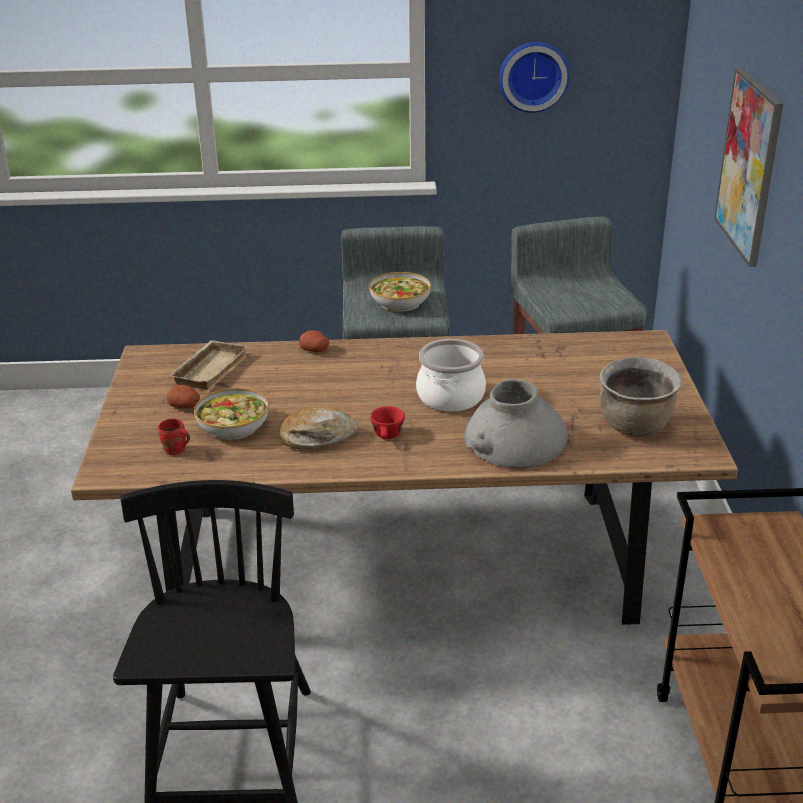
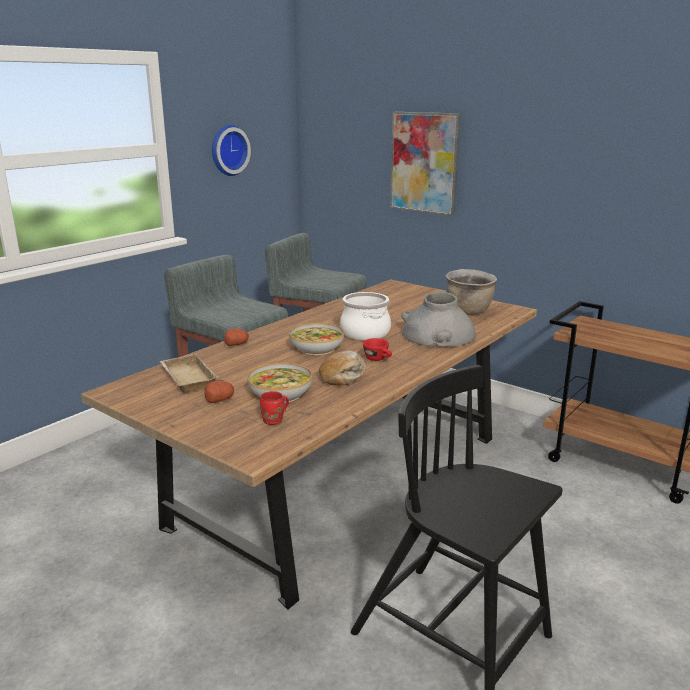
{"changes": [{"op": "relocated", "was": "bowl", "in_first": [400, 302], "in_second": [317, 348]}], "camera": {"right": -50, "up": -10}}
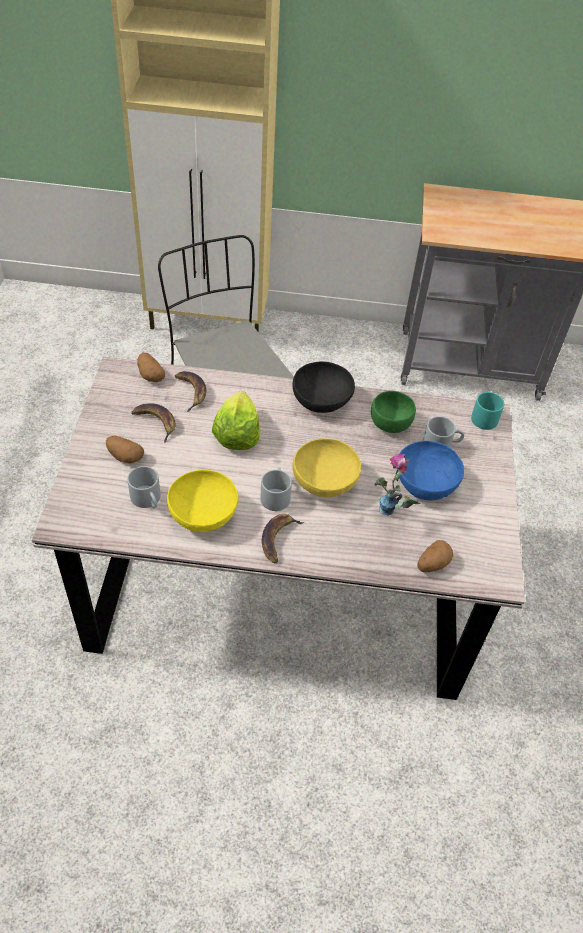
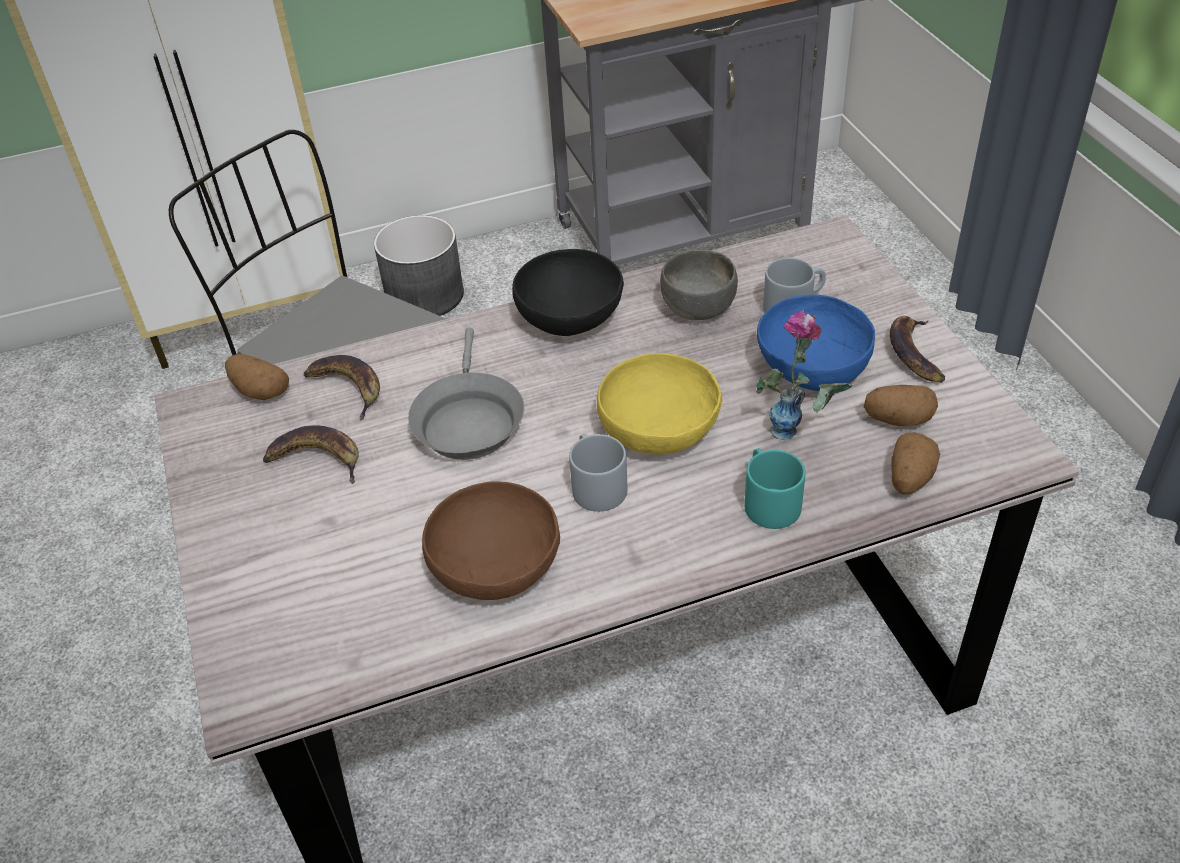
{"changes": [{"op": "appeared", "now": "grey planter", "in_second": [425, 295]}, {"op": "exchanged", "was": "lettuce", "now": "grey frying pan", "in_first": [236, 434], "in_second": [468, 421]}, {"op": "colour", "was": "yellow bowl", "now": "brown bowl", "in_first": [204, 514], "in_second": [497, 566]}, {"op": "colour", "was": "green bowl", "now": "grey bowl", "in_first": [391, 423], "in_second": [699, 307]}, {"op": "relocated", "was": "turquoise mug", "in_first": [483, 416], "in_second": [767, 500]}, {"op": "relocated", "was": "potato", "in_first": [124, 456], "in_second": [898, 419]}, {"op": "relocated", "was": "banana", "in_first": [278, 538], "in_second": [914, 353]}, {"op": "missing", "was": "grey mug", "in_first": [148, 499]}], "camera": {"right": -20, "up": -5}}
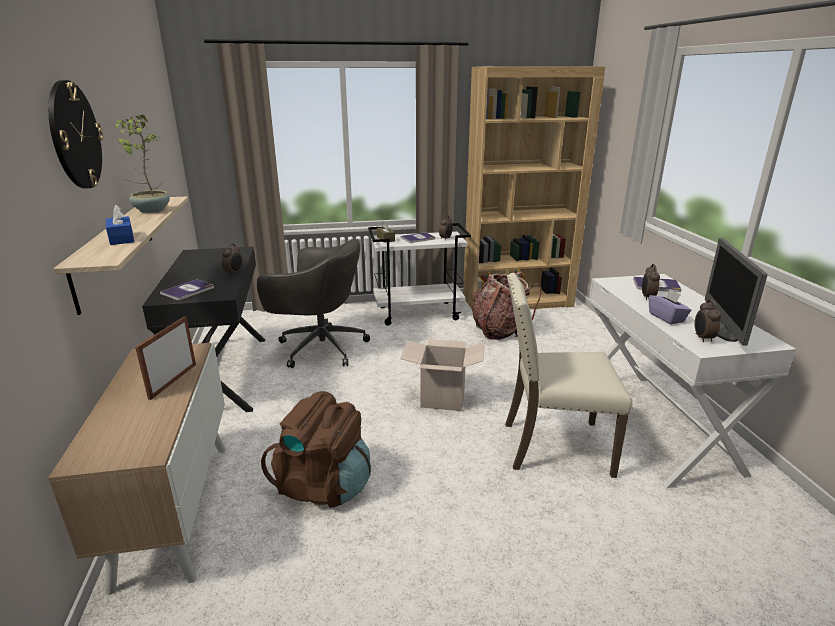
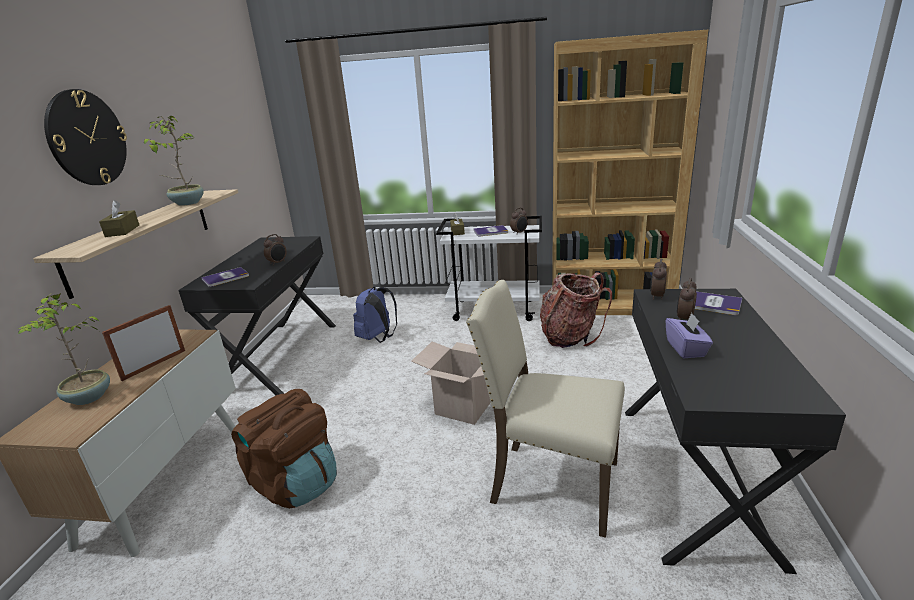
{"changes": [{"op": "appeared", "now": "potted plant", "in_second": [89, 398]}, {"op": "colour", "was": "blue tissue box", "now": "brown tissue box", "in_first": [121, 238], "in_second": [122, 231]}, {"op": "exchanged", "was": "grey office chair", "now": "blue backpack", "in_first": [319, 347], "in_second": [378, 338]}, {"op": "colour", "was": "white desk", "now": "black desk", "in_first": [654, 424], "in_second": [695, 477]}, {"op": "relocated", "was": "alarm clock", "in_first": [702, 338], "in_second": [656, 296]}, {"op": "missing", "was": "monitor", "in_first": [722, 329]}], "camera": {"right": 20, "up": 0}}
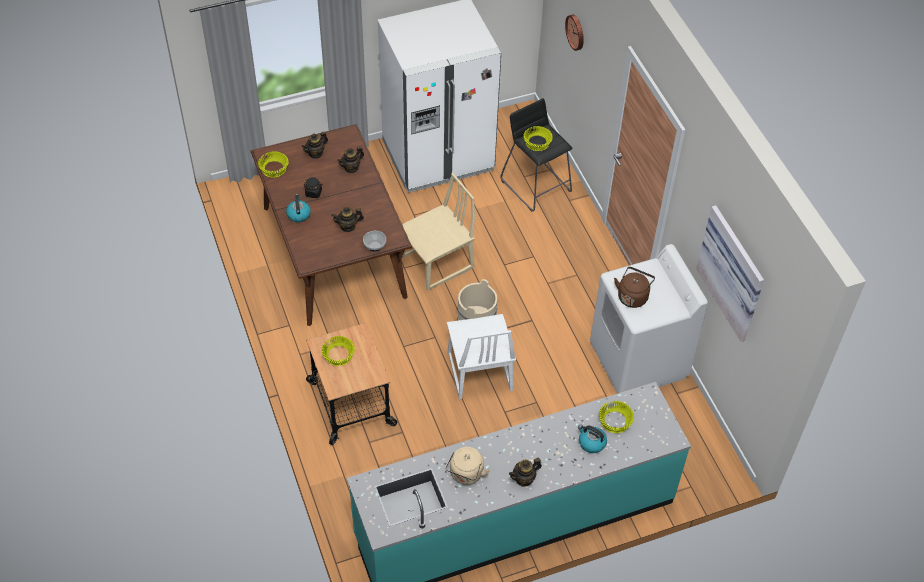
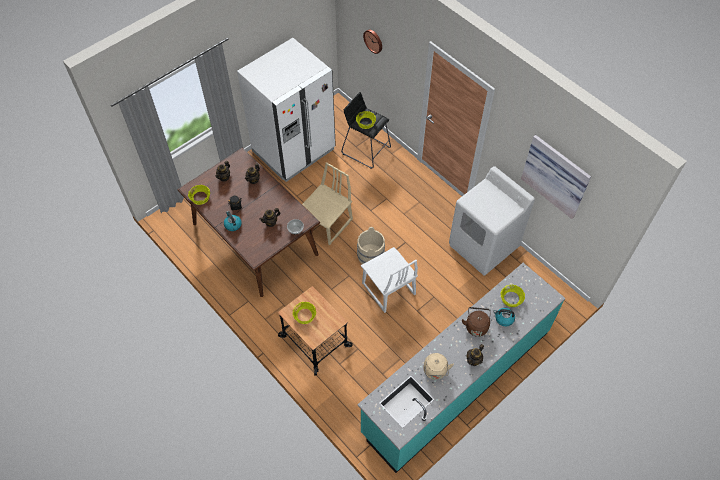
{"changes": [{"op": "relocated", "was": "brown kettle", "in_first": [633, 296], "in_second": [476, 326]}], "camera": {"right": -20, "up": 5}}
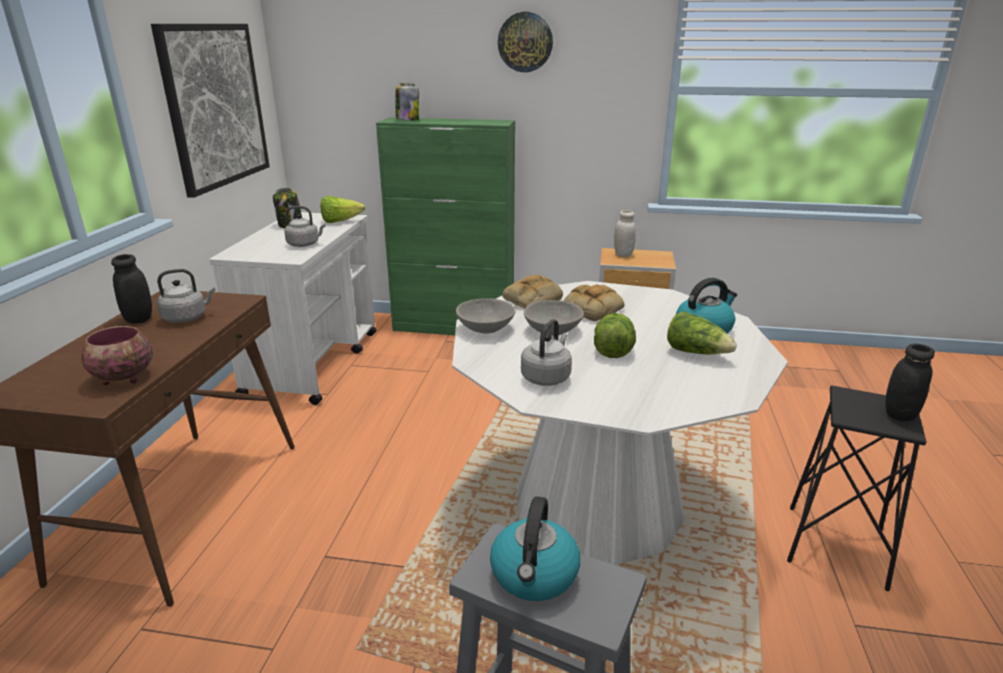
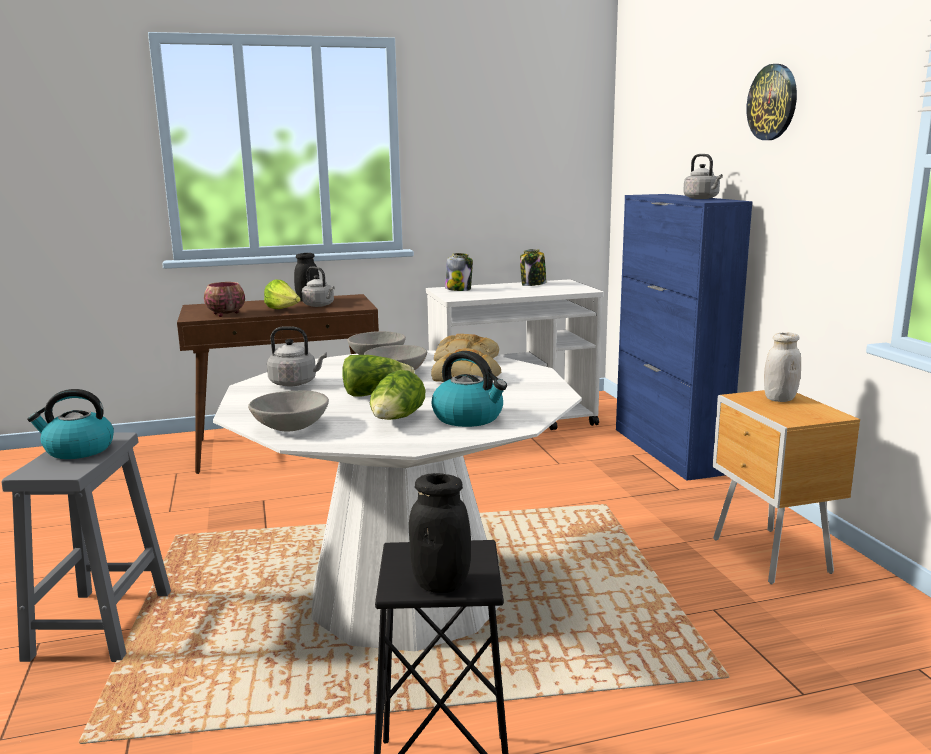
{"changes": [{"op": "appeared", "now": "grey bowl", "in_second": [290, 427]}, {"op": "relocated", "was": "lettuce", "in_first": [340, 221], "in_second": [284, 310]}, {"op": "relocated", "was": "jar", "in_first": [407, 120], "in_second": [458, 289]}, {"op": "colour", "was": "green cabinet", "now": "blue cabinet", "in_first": [454, 327], "in_second": [668, 451]}, {"op": "relocated", "was": "grey kettle", "in_first": [305, 244], "in_second": [702, 198]}, {"op": "missing", "was": "picture", "in_first": [215, 106]}], "camera": {"right": 65, "up": -10}}
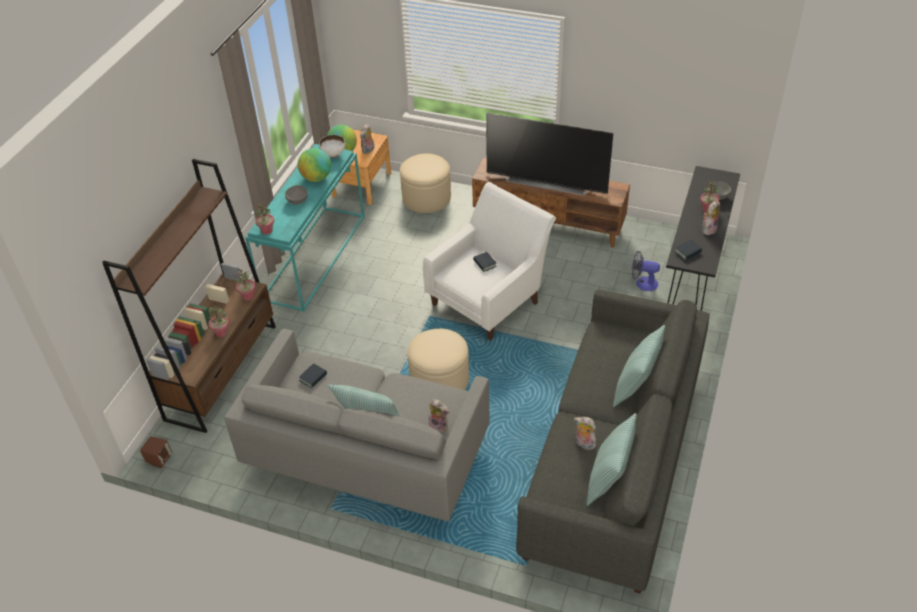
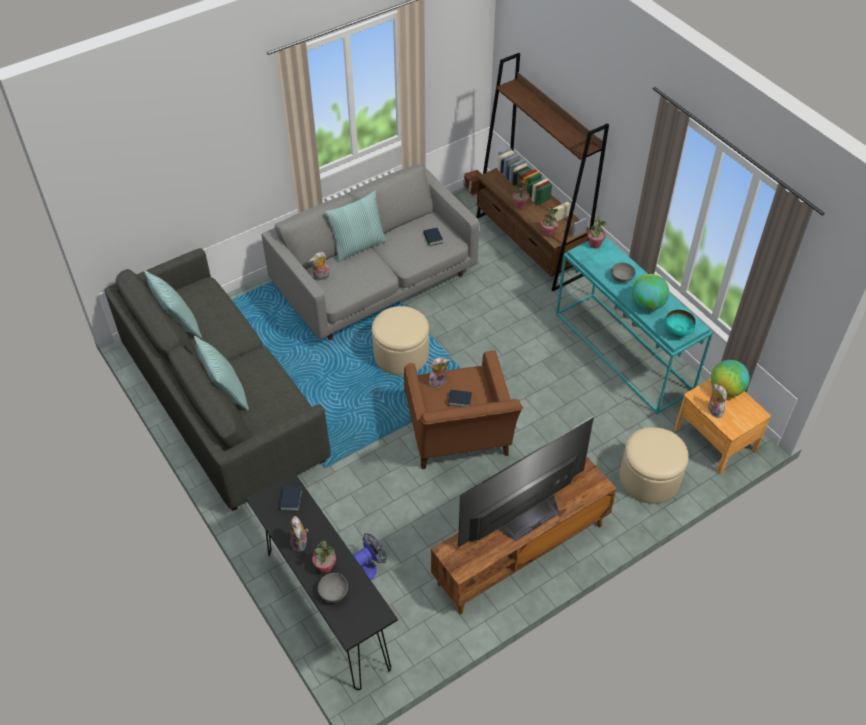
{"changes": [{"op": "colour", "was": "white armchair", "now": "brown armchair", "in_first": [489, 298], "in_second": [459, 438]}, {"op": "relocated", "was": "plush toy", "in_first": [583, 444], "in_second": [438, 381]}, {"op": "colour", "was": "white bowl", "now": "turquoise bowl", "in_first": [333, 155], "in_second": [677, 332]}], "camera": {"right": 125, "up": 5}}
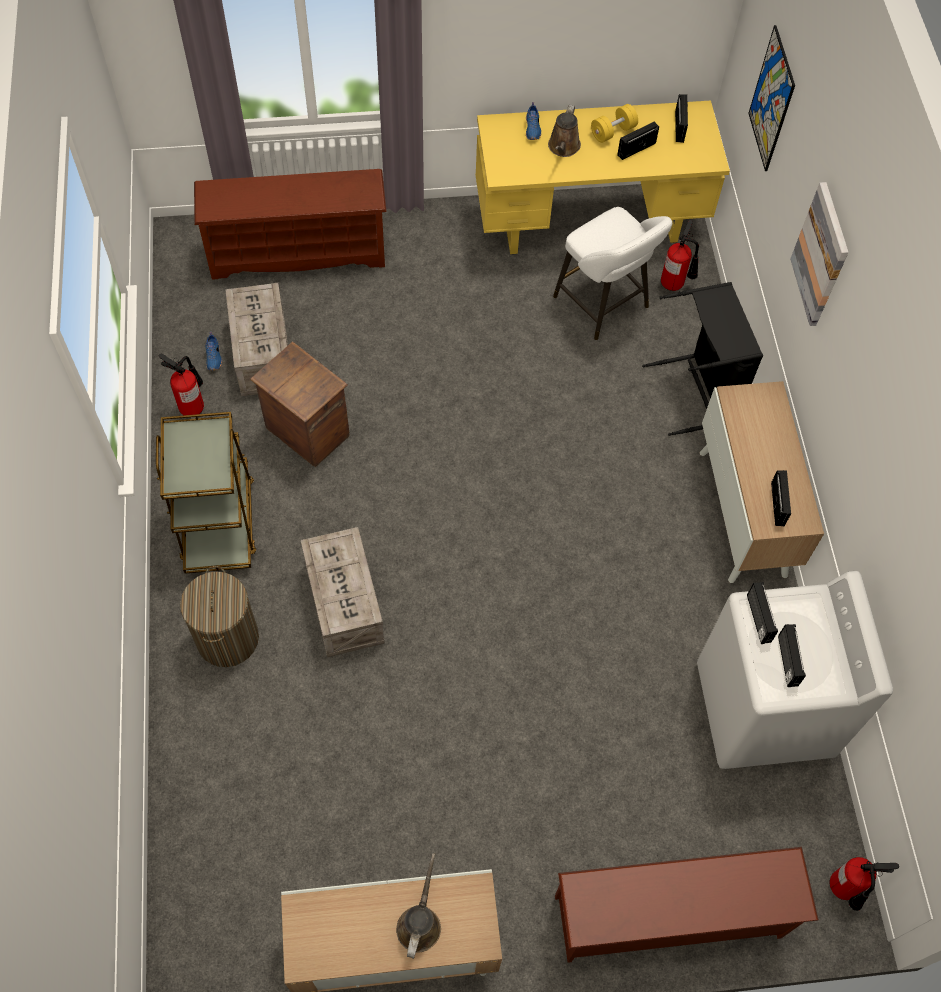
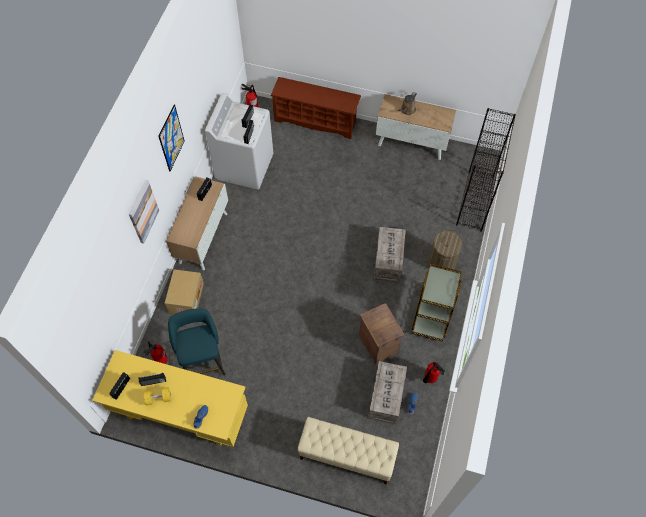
{"changes": [{"op": "relocated", "was": "picture", "in_first": [771, 100], "in_second": [171, 138]}, {"op": "exchanged", "was": "black laundry basket", "now": "cardboard box", "in_first": [699, 392], "in_second": [185, 297]}, {"op": "colour", "was": "white stool", "now": "turquoise stool", "in_first": [604, 305], "in_second": [202, 360]}, {"op": "exchanged", "was": "brown shoe rack", "now": "beige bench", "in_first": [298, 252], "in_second": [347, 456]}, {"op": "appeared", "now": "black bookcase", "in_second": [475, 201]}, {"op": "missing", "was": "brown watering can", "in_first": [563, 147]}], "camera": {"right": -155, "up": 0}}
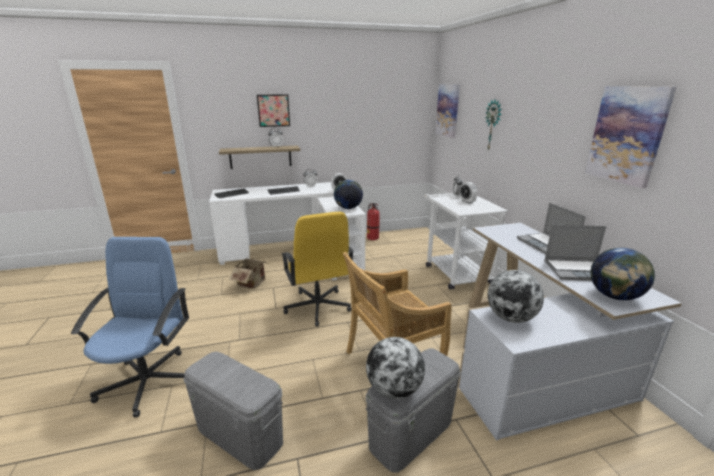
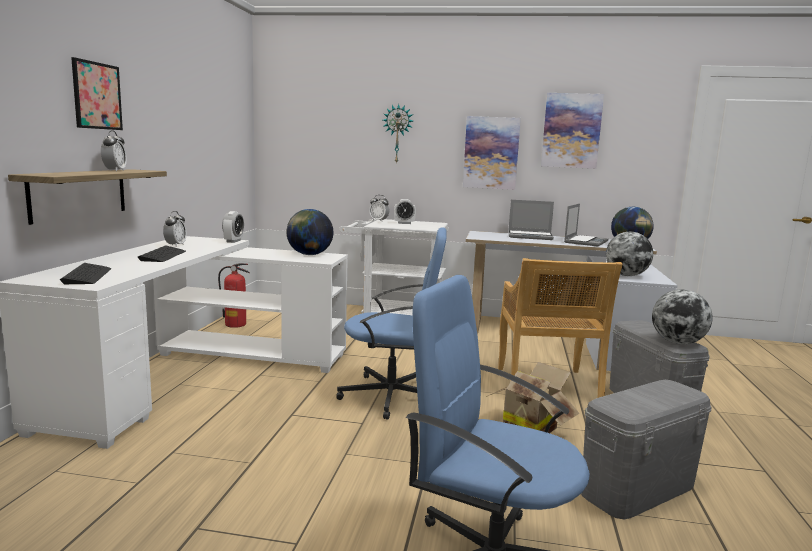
{"changes": [{"op": "colour", "was": "yellow office chair", "now": "blue office chair", "in_first": [317, 307], "in_second": [393, 396]}, {"op": "relocated", "was": "picture", "in_first": [448, 110], "in_second": [491, 153]}, {"op": "relocated", "was": "cardboard box", "in_first": [254, 283], "in_second": [530, 427]}], "camera": {"right": -65, "up": -10}}
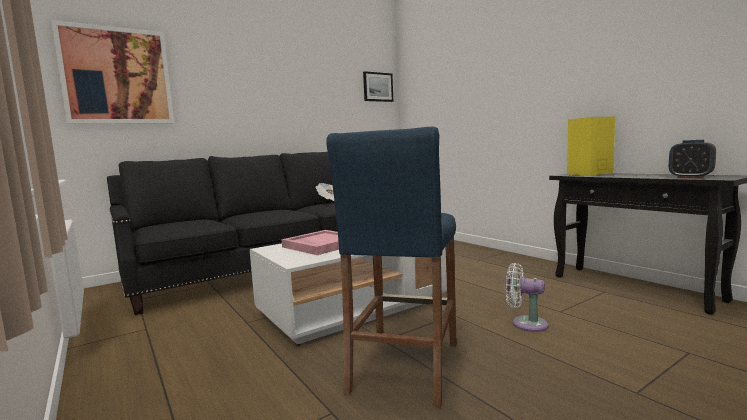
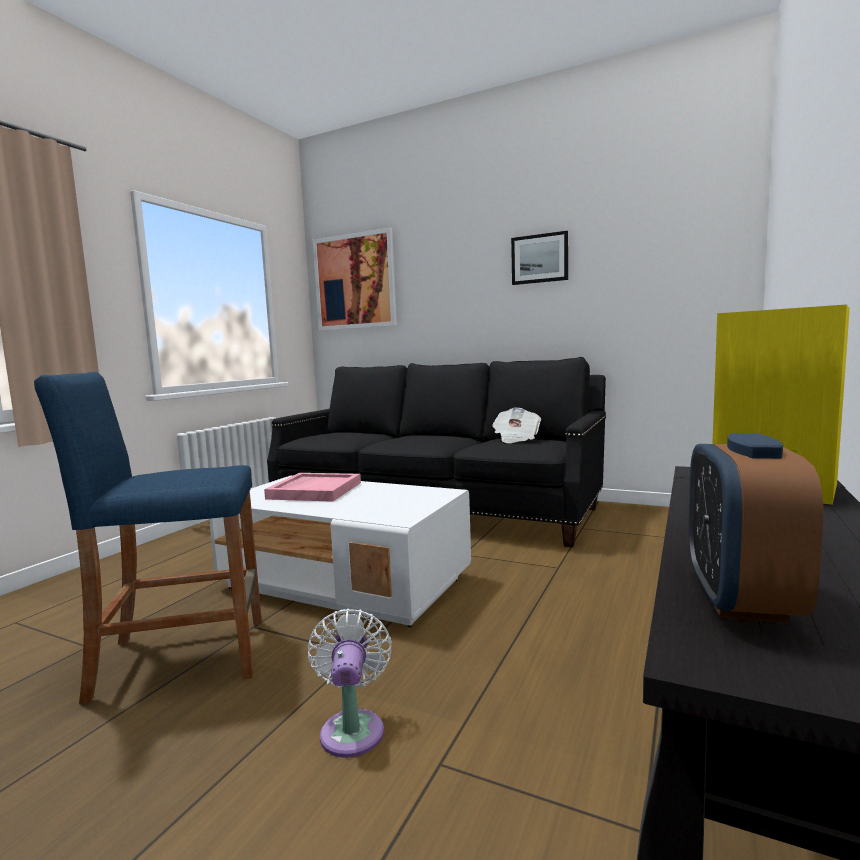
{"changes": [{"op": "relocated", "was": "picture", "in_first": [377, 87], "in_second": [539, 258]}], "camera": {"right": 60, "up": 0}}
